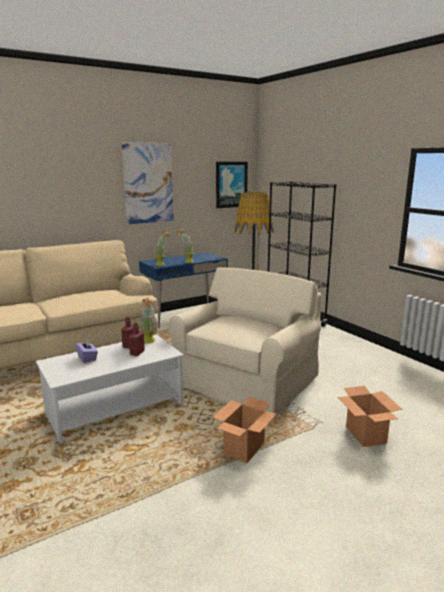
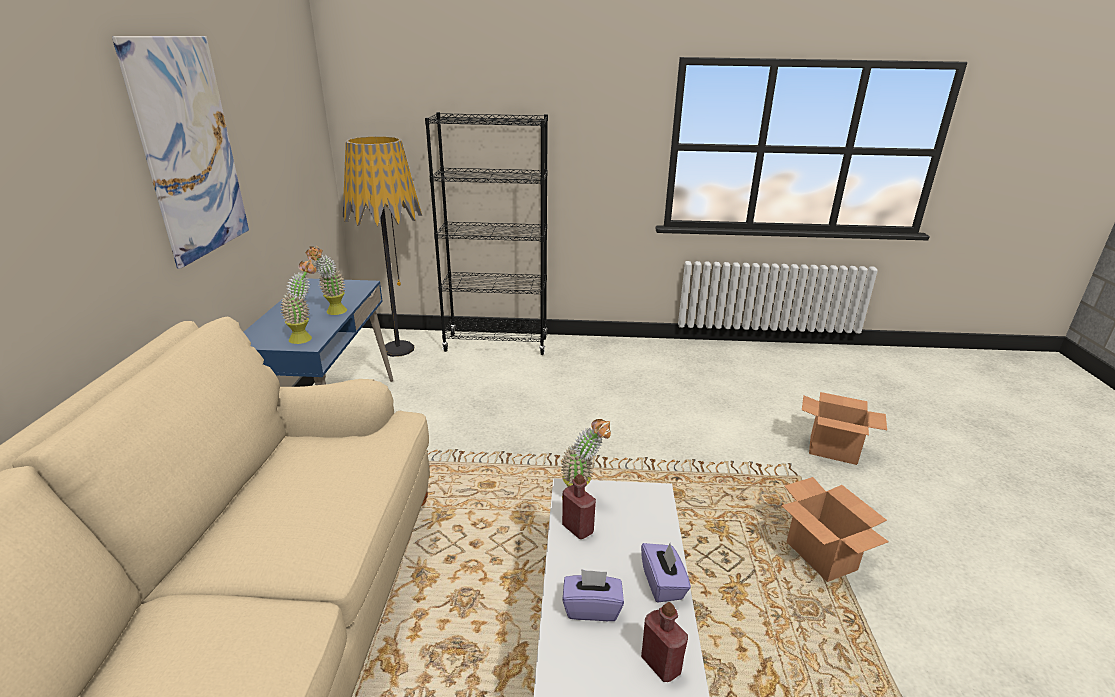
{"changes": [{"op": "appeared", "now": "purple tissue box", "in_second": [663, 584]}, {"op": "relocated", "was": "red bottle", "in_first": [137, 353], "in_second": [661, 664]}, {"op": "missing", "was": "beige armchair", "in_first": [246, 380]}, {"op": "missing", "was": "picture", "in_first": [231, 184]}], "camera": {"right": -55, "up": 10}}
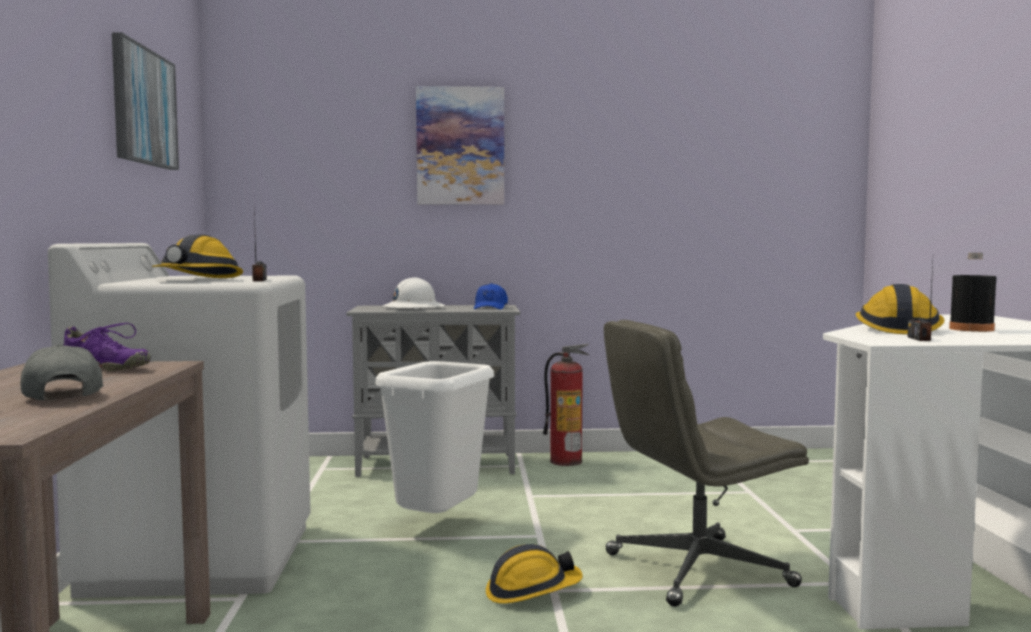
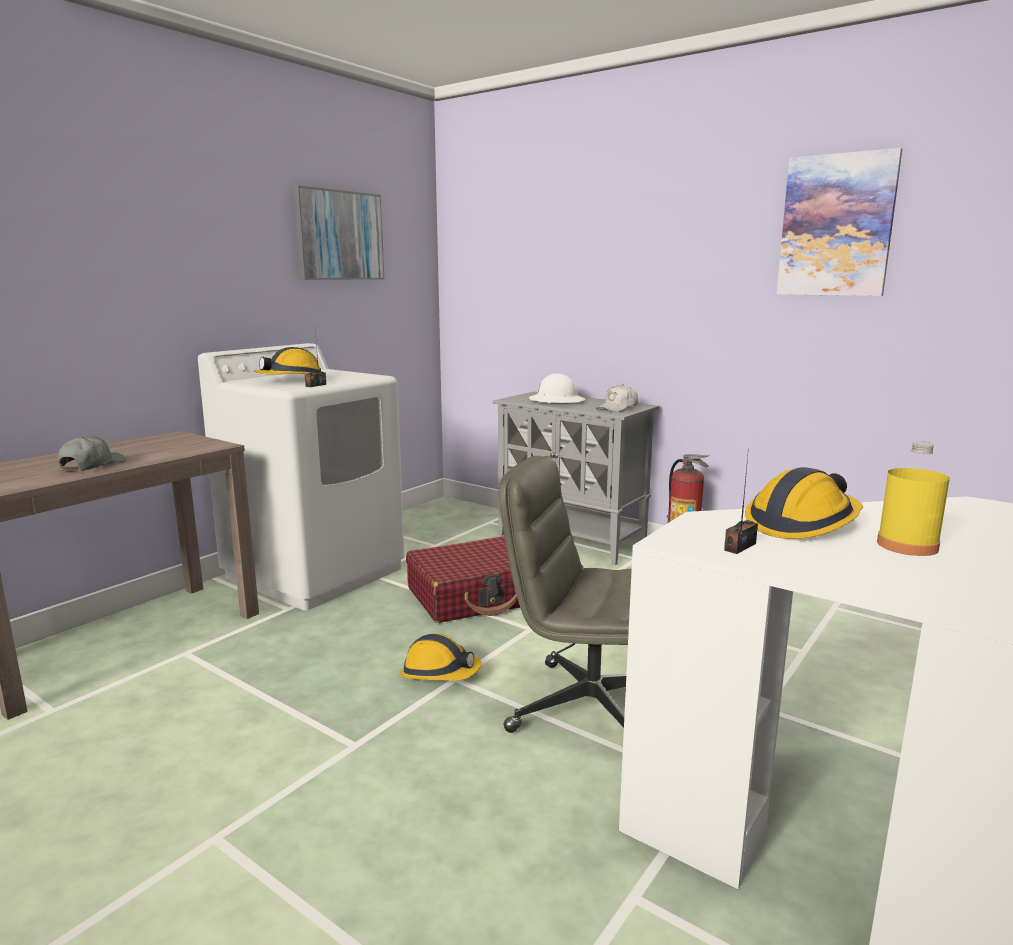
{"changes": [{"op": "exchanged", "was": "white trash can", "now": "red suitcase", "in_first": [438, 527], "in_second": [475, 596]}, {"op": "colour", "was": "blue cap", "now": "white cap", "in_first": [490, 307], "in_second": [618, 408]}, {"op": "relocated", "was": "picture", "in_first": [460, 146], "in_second": [836, 226]}, {"op": "colour", "was": "black bottle", "now": "yellow bottle", "in_first": [971, 329], "in_second": [907, 545]}, {"op": "missing", "was": "purple shoe", "in_first": [105, 368]}], "camera": {"right": 40, "up": 10}}
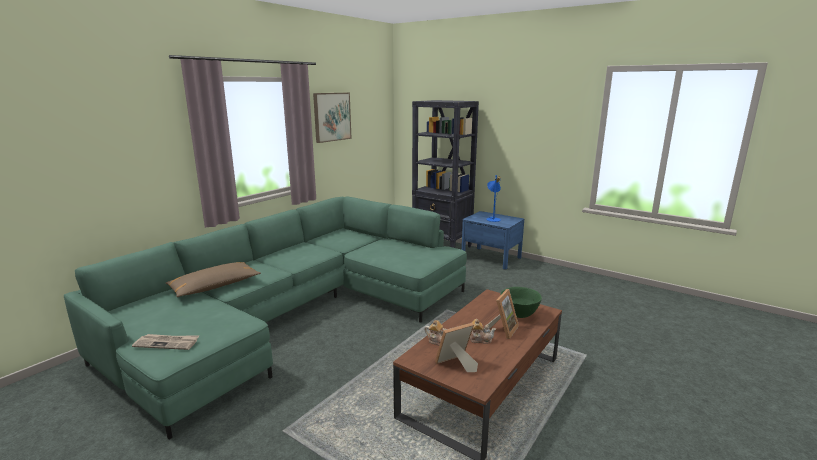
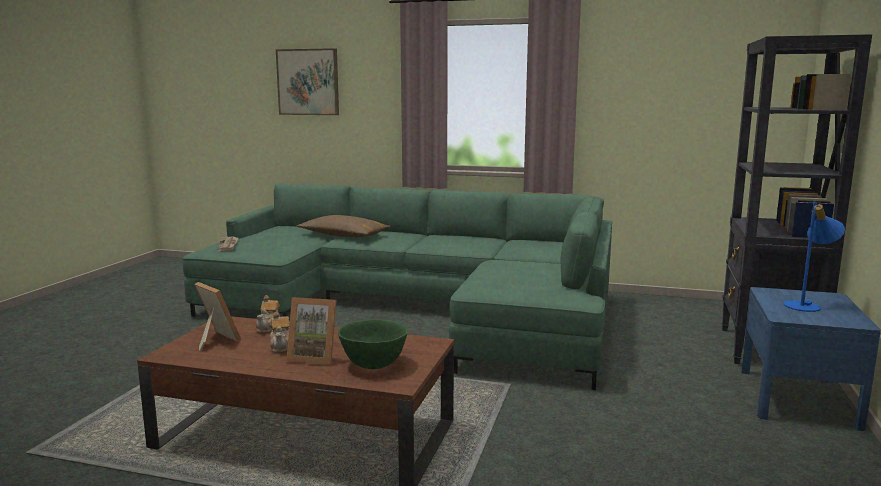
{"changes": [{"op": "relocated", "was": "picture", "in_first": [332, 117], "in_second": [308, 82]}], "camera": {"right": 70, "up": -5}}
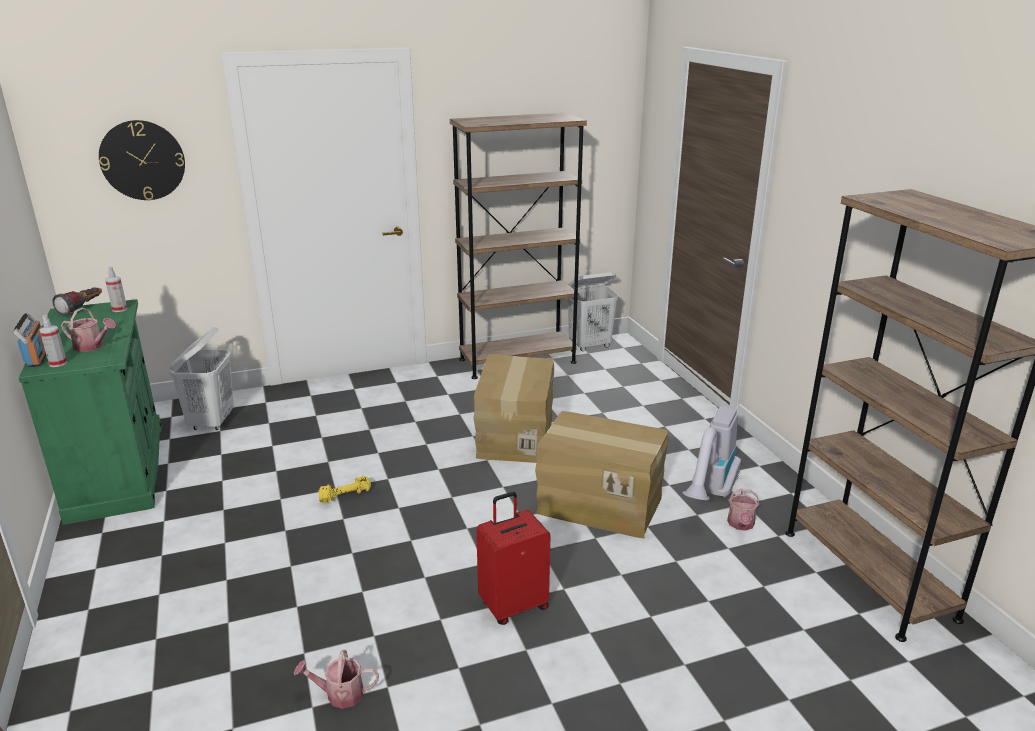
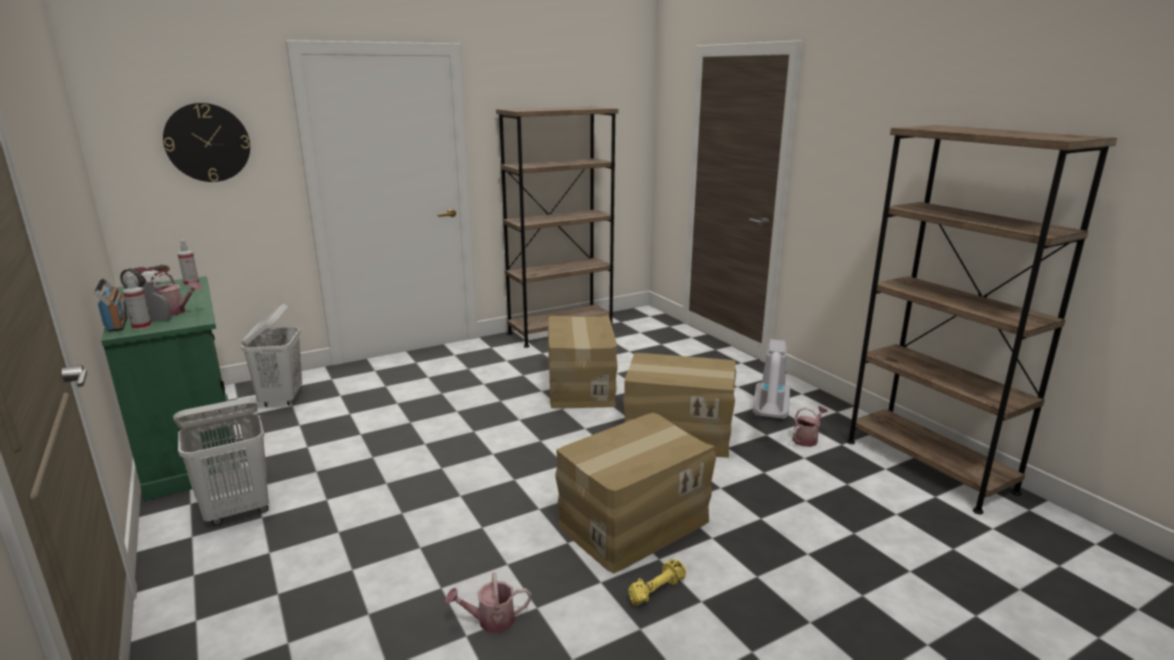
{"changes": [{"op": "appeared", "now": "grey spray bottle", "in_second": [160, 320]}, {"op": "relocated", "was": "white laundry basket", "in_first": [590, 346], "in_second": [238, 511]}, {"op": "exchanged", "was": "red suitcase", "now": "cardboard box", "in_first": [513, 605], "in_second": [632, 523]}, {"op": "relocated", "was": "yellow dumbbell", "in_first": [345, 496], "in_second": [656, 590]}, {"op": "spun", "was": "watering can", "in_first": [741, 525], "in_second": [807, 439], "clockwise": -135}], "camera": {"right": -10, "up": -5}}
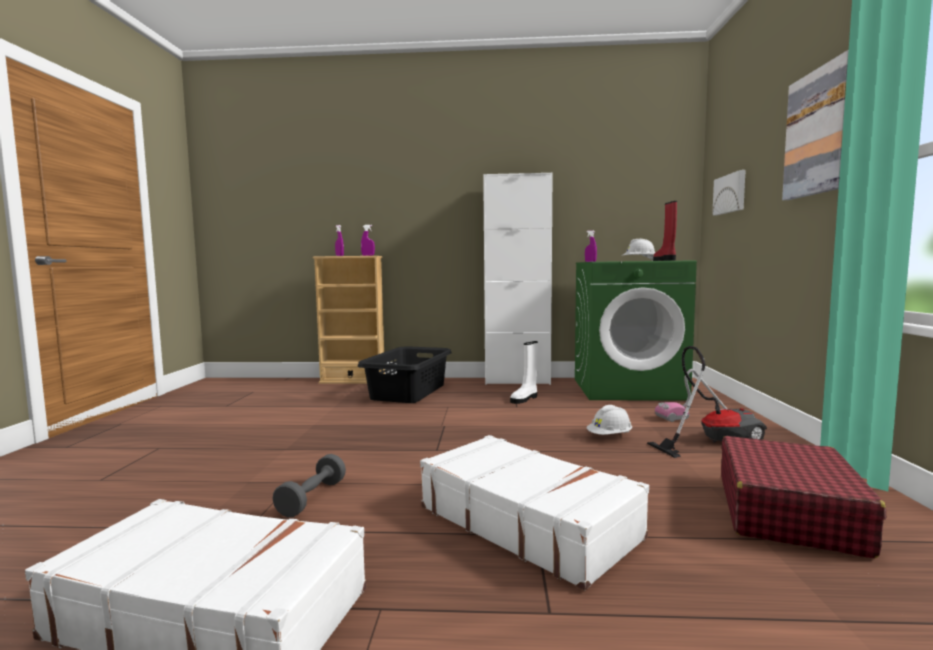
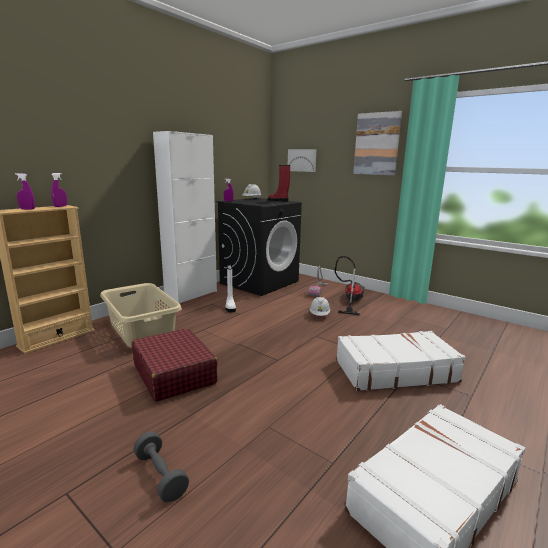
{"changes": [{"op": "colour", "was": "black laundry basket", "now": "beige laundry basket", "in_first": [409, 392], "in_second": [142, 329]}, {"op": "relocated", "was": "red suitcase", "in_first": [787, 512], "in_second": [174, 373]}, {"op": "relocated", "was": "grey dumbbell", "in_first": [312, 498], "in_second": [160, 475]}, {"op": "colour", "was": "green washing machine", "now": "black washing machine", "in_first": [628, 389], "in_second": [259, 282]}], "camera": {"right": -55, "up": 10}}
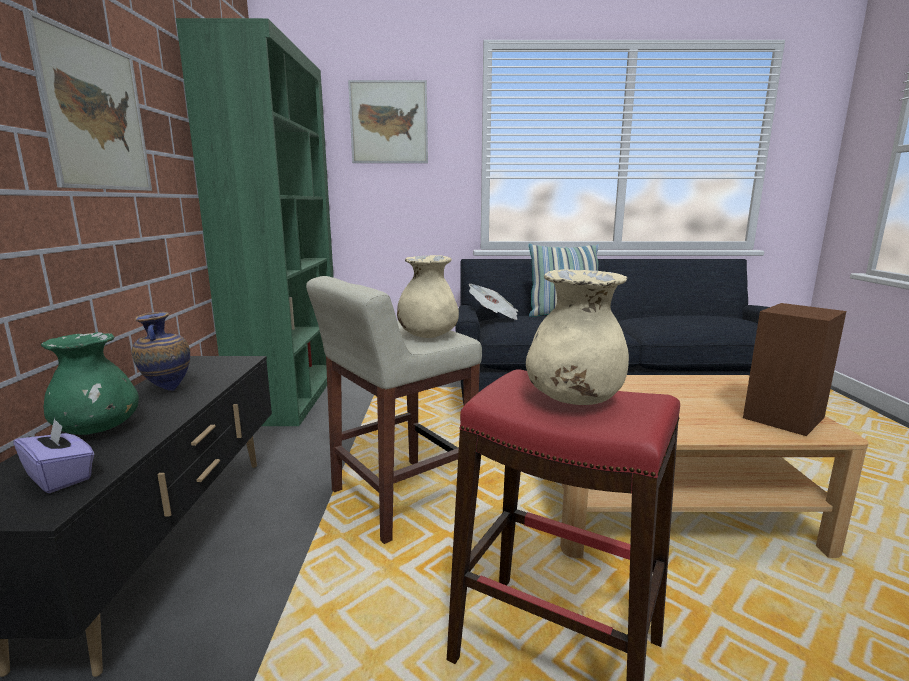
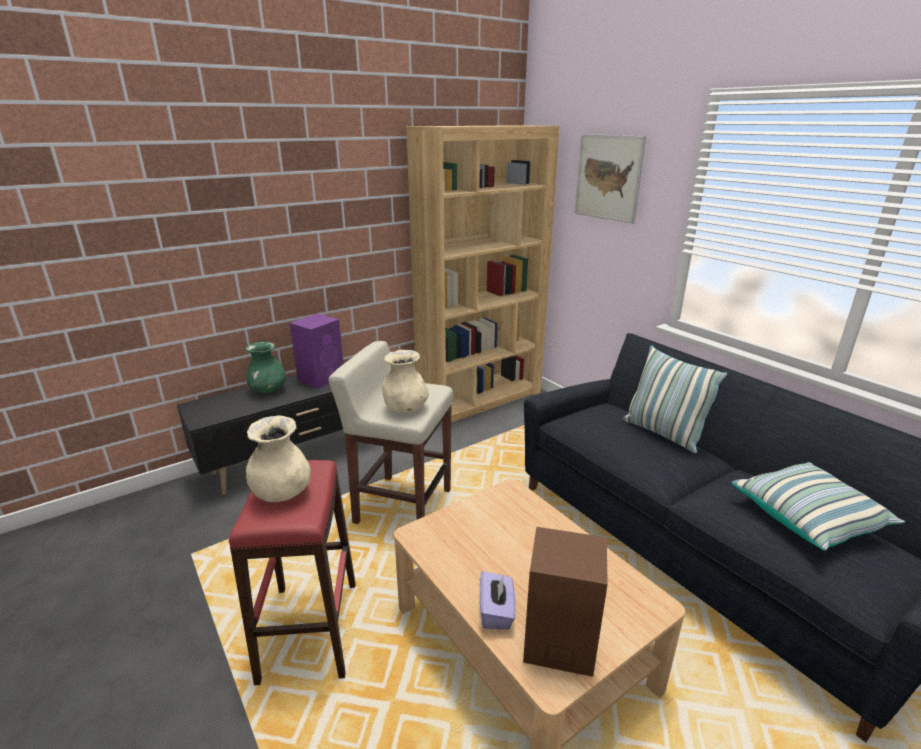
{"changes": [{"op": "exchanged", "was": "vase", "now": "purple speaker", "in_first": [166, 390], "in_second": [322, 378]}, {"op": "colour", "was": "green bookcase", "now": "brown bookcase", "in_first": [291, 394], "in_second": [480, 398]}, {"op": "relocated", "was": "purple tissue box", "in_first": [60, 477], "in_second": [496, 612]}, {"op": "appeared", "now": "pillow", "in_second": [808, 517]}, {"op": "missing", "was": "picture", "in_first": [96, 115]}, {"op": "missing", "was": "newspaper", "in_first": [494, 316]}], "camera": {"right": 55, "up": 10}}
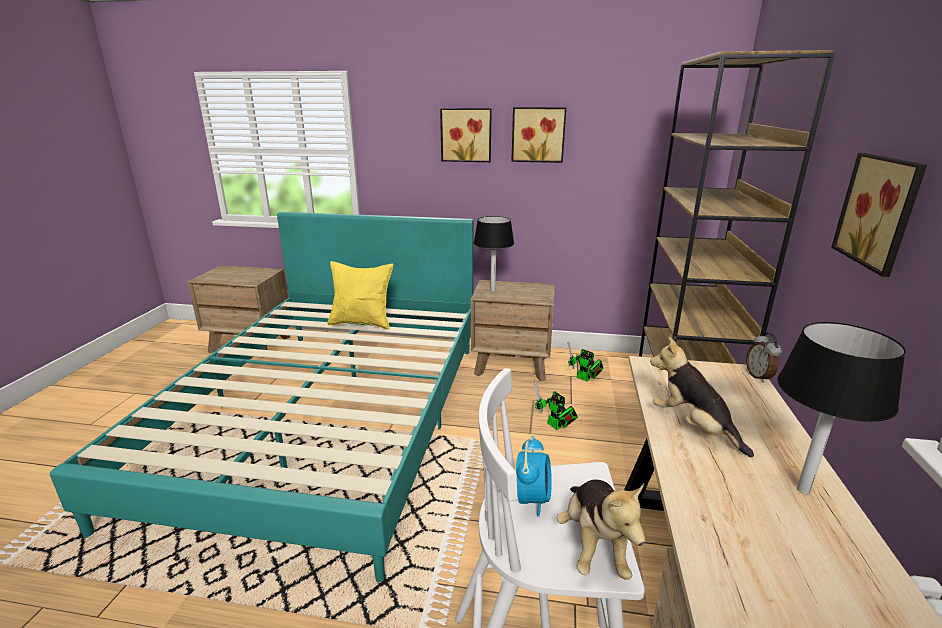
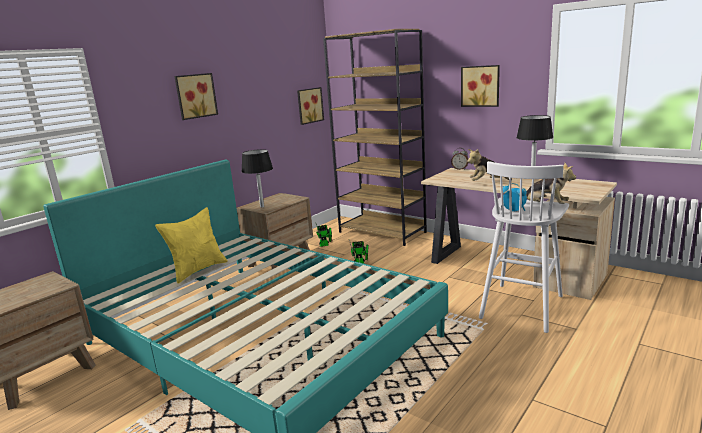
{"changes": [{"op": "relocated", "was": "picture", "in_first": [538, 134], "in_second": [309, 105]}], "camera": {"right": -60, "up": -5}}
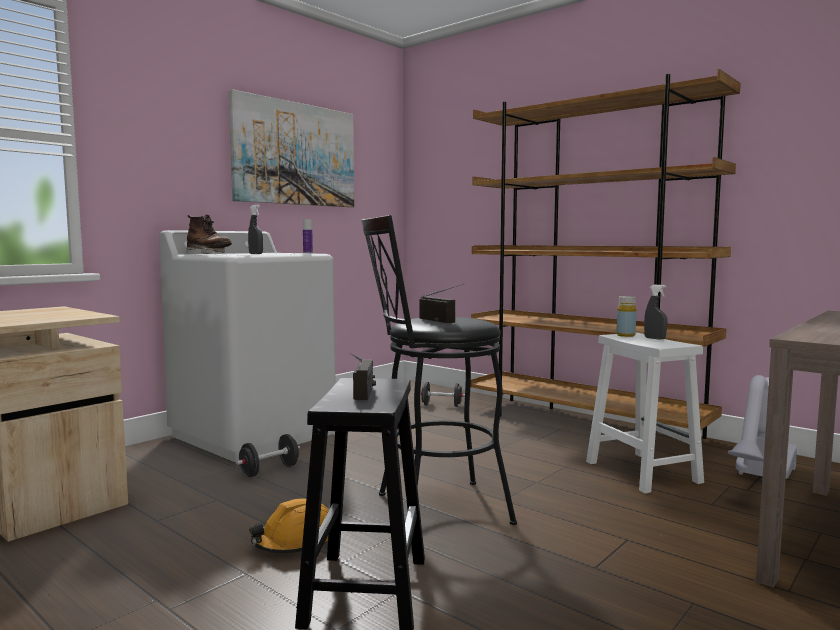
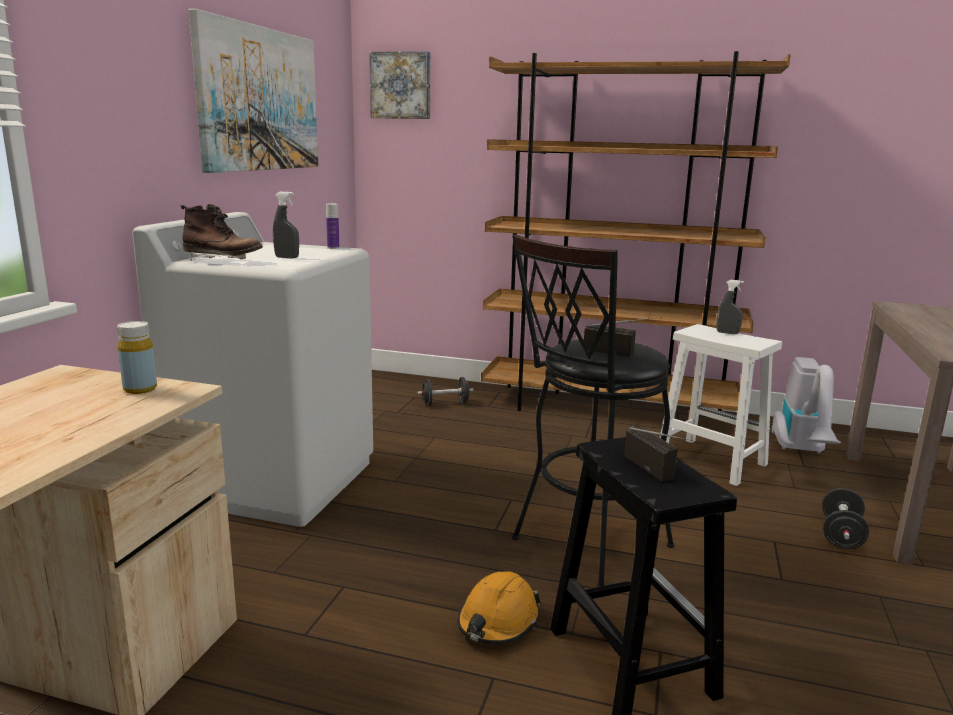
{"changes": [{"op": "relocated", "was": "yellow bottle", "in_first": [625, 335], "in_second": [140, 389]}, {"op": "appeared", "now": "picture", "in_second": [401, 85]}, {"op": "relocated", "was": "black dumbbell", "in_first": [269, 470], "in_second": [841, 535]}], "camera": {"right": -25, "up": 10}}
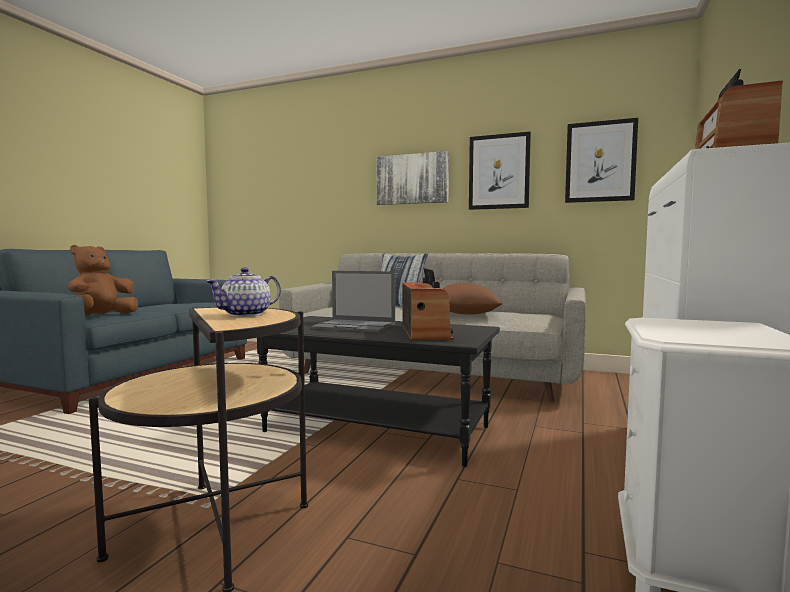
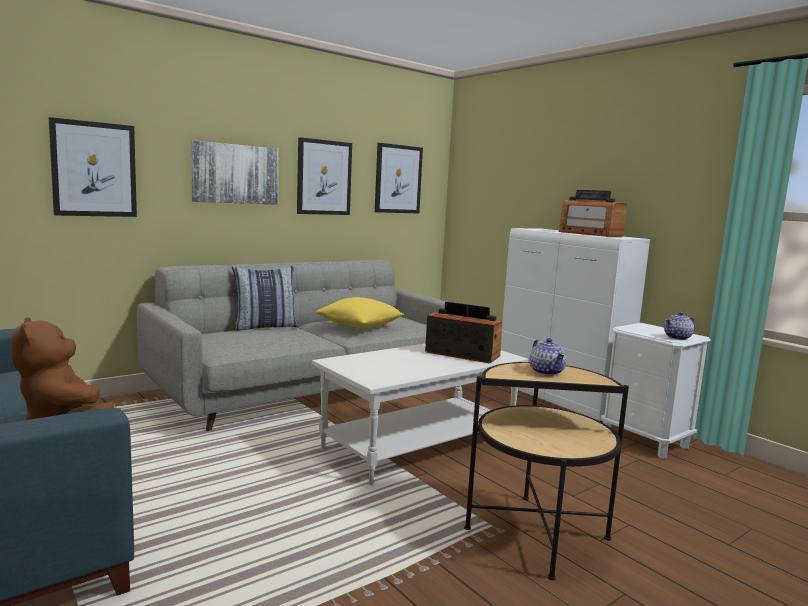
{"changes": [{"op": "appeared", "now": "picture", "in_second": [94, 169]}, {"op": "colour", "was": "black coffee table", "now": "white coffee table", "in_first": [378, 429], "in_second": [419, 445]}, {"op": "colour", "was": "brown pillow", "now": "yellow pillow", "in_first": [464, 314], "in_second": [360, 326]}, {"op": "appeared", "now": "teapot", "in_second": [678, 337]}, {"op": "missing", "was": "laptop", "in_first": [355, 326]}], "camera": {"right": -60, "up": 5}}
